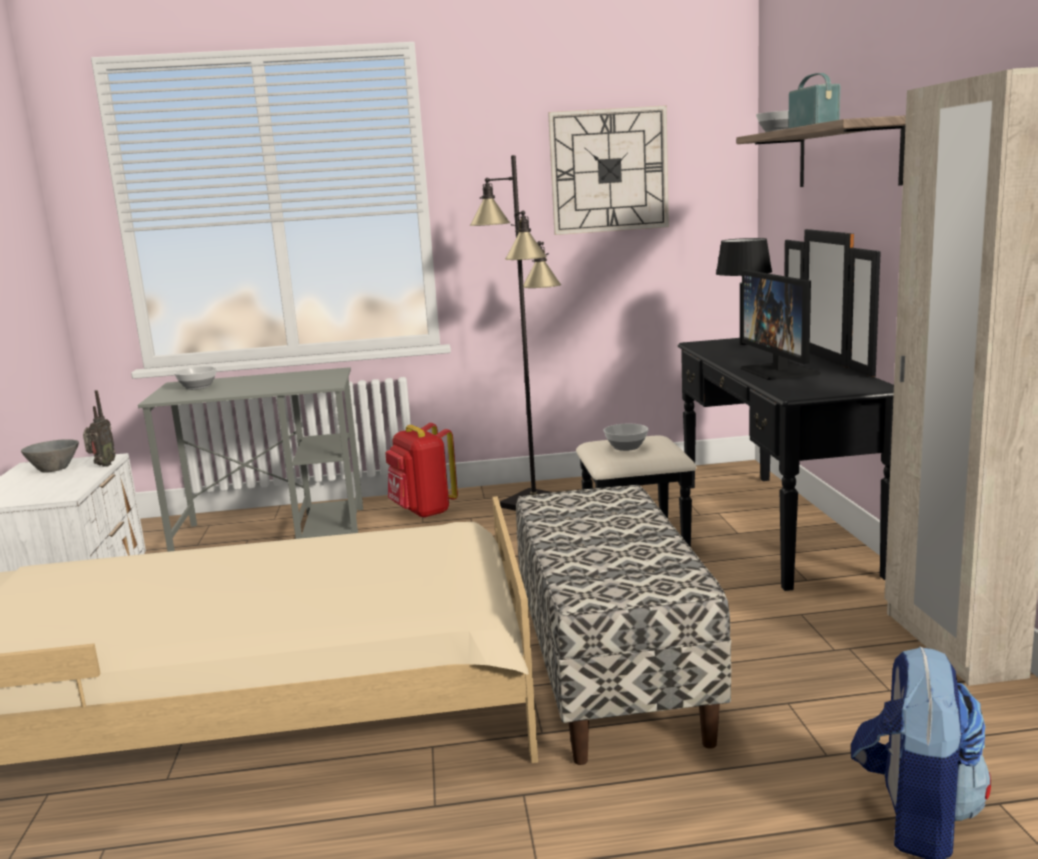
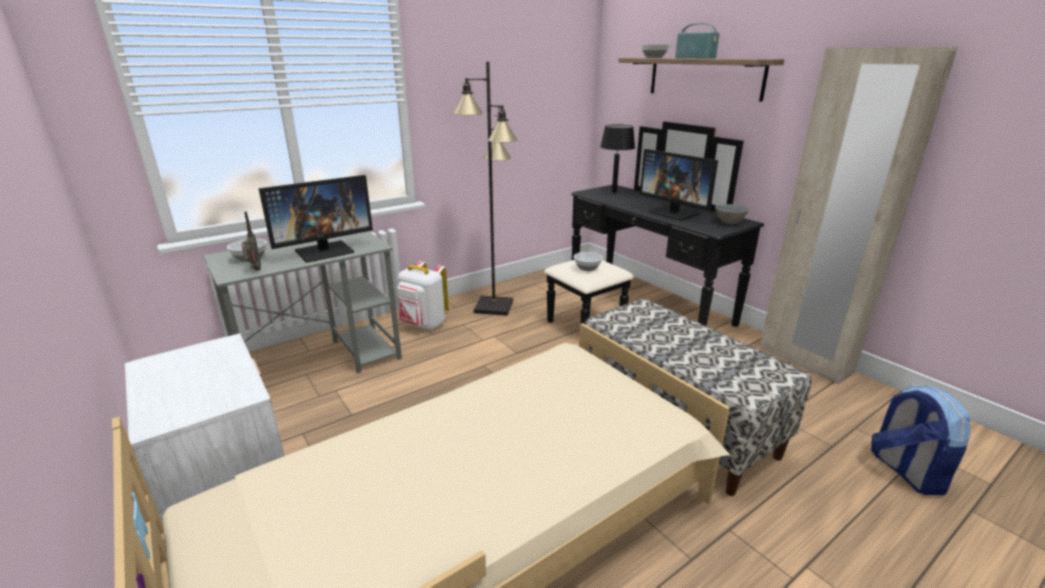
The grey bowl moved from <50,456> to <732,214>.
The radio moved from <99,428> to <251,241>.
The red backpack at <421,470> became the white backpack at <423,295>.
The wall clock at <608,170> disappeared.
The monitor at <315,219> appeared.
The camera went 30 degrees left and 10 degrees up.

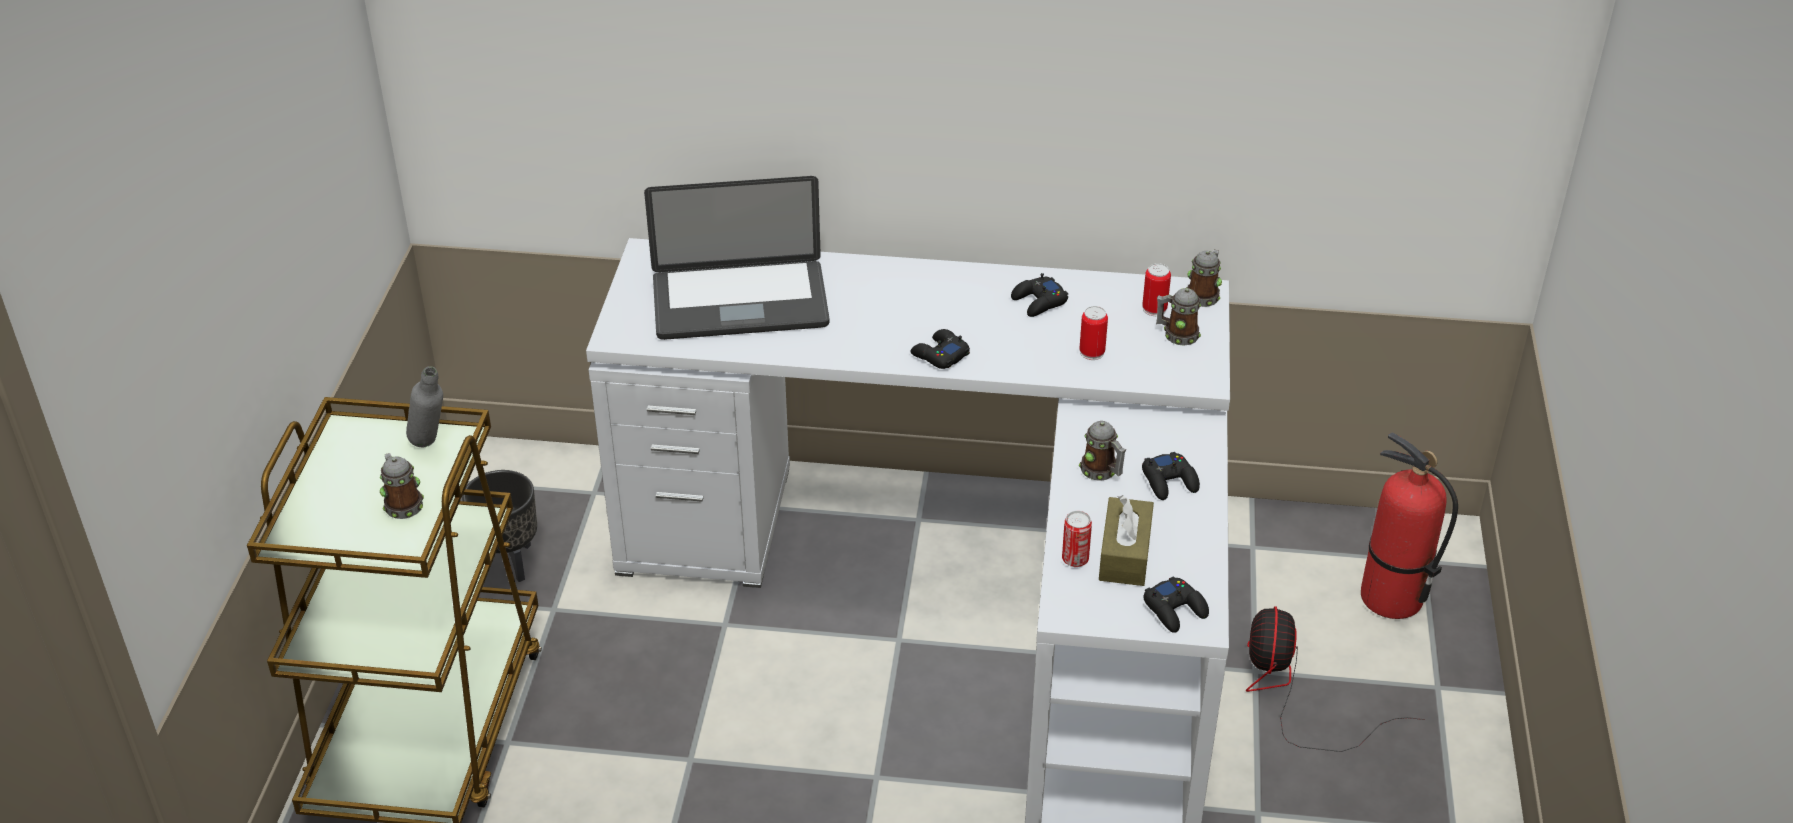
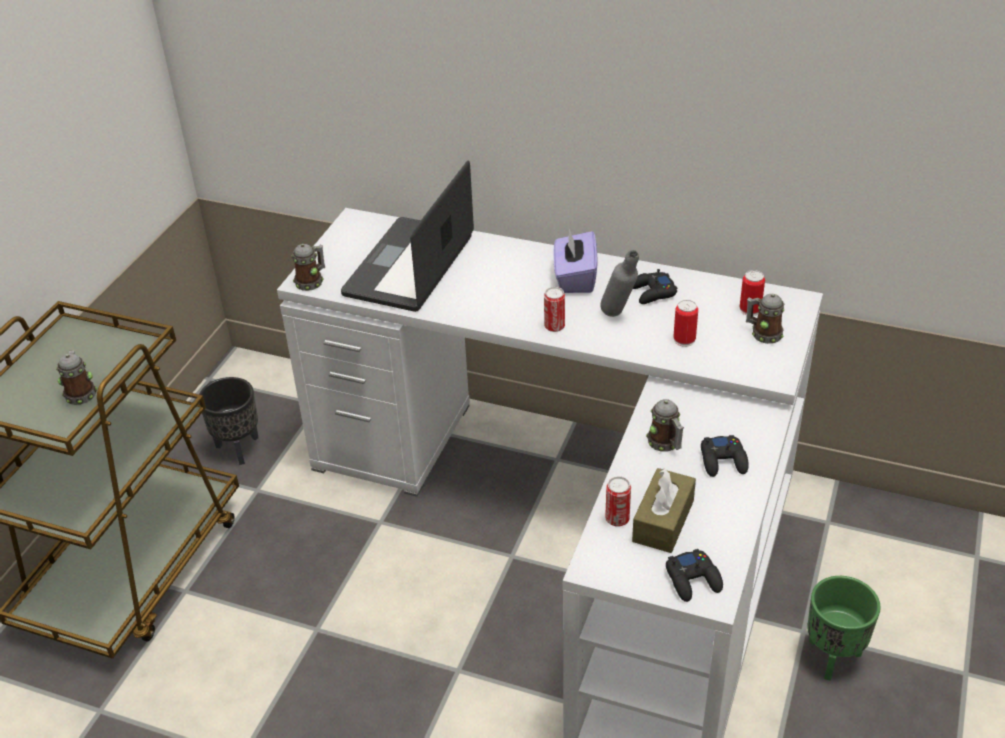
The grey bottle moved from <424,406> to <619,283>.
The laptop at <737,258> turned 105 degrees clockwise.
The black game controller at <940,349> was replaced by the can at <554,309>.
The mug moved from <1204,278> to <308,267>.
The fan at <1335,679> was replaced by the green planter at <844,628>.
The fire extinguisher at <1409,525> disappeared.
The purple tissue box at <575,261> appeared.
The camera went 15 degrees right and 0 degrees up.

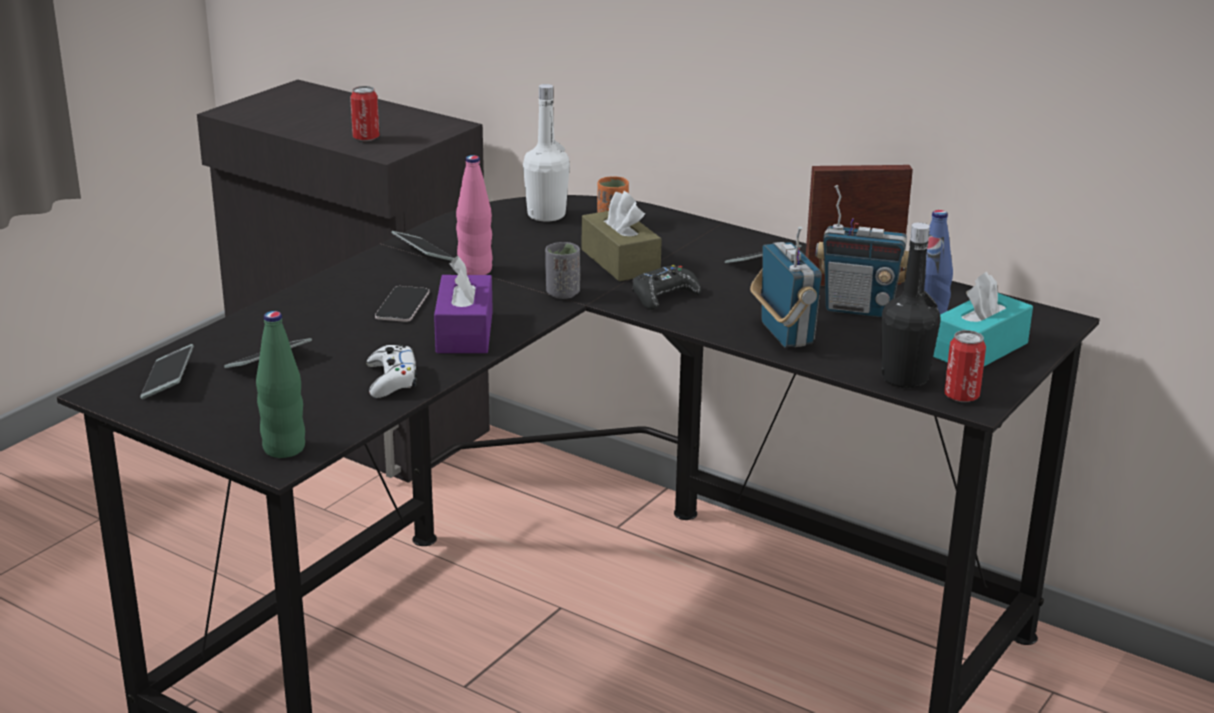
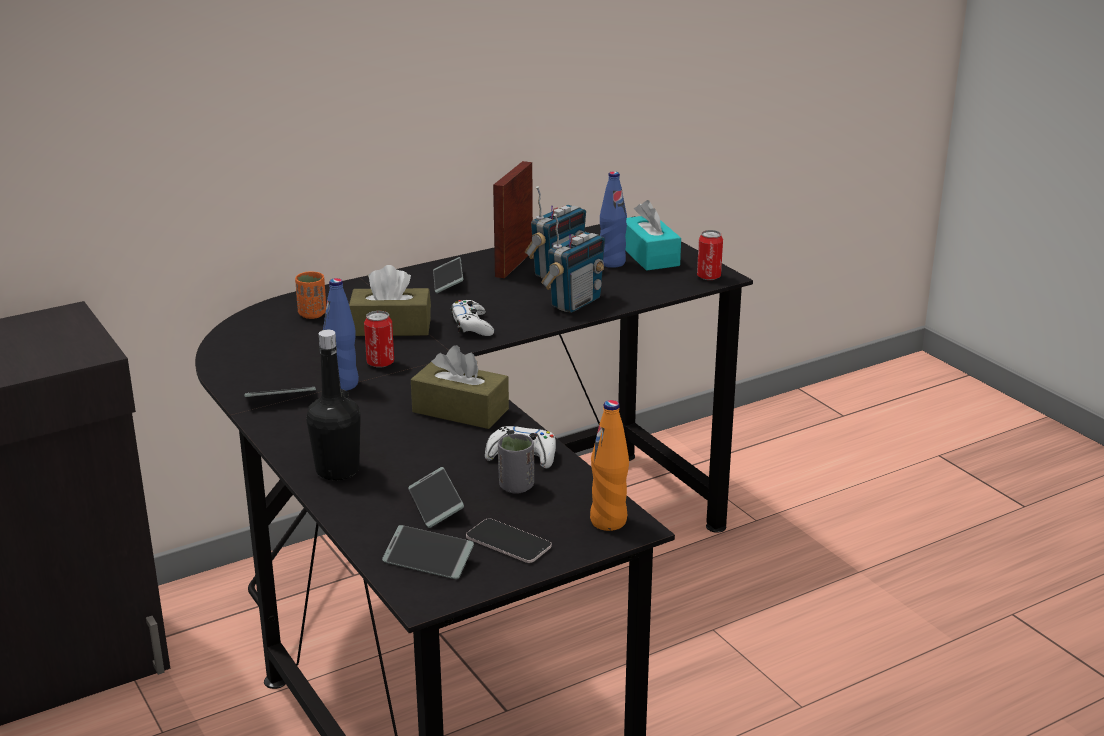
The green bottle at <280,384> became the orange bottle at <609,465>.
The can moved from <364,113> to <379,339>.
The phone moved from <402,304> to <509,540>.
The purple tissue box at <463,304> became the brown tissue box at <460,387>.
The pink bottle at <474,215> became the blue bottle at <341,334>.
The white bottle at <546,153> disappeared.
The grey cup moved from <562,270> to <516,464>.
The black game controller at <666,287> became the white game controller at <472,318>.
The radio at <786,286> turned 120 degrees clockwise.
The black bottle moved from <911,305> to <333,405>.
The camera went 65 degrees left and 0 degrees up.

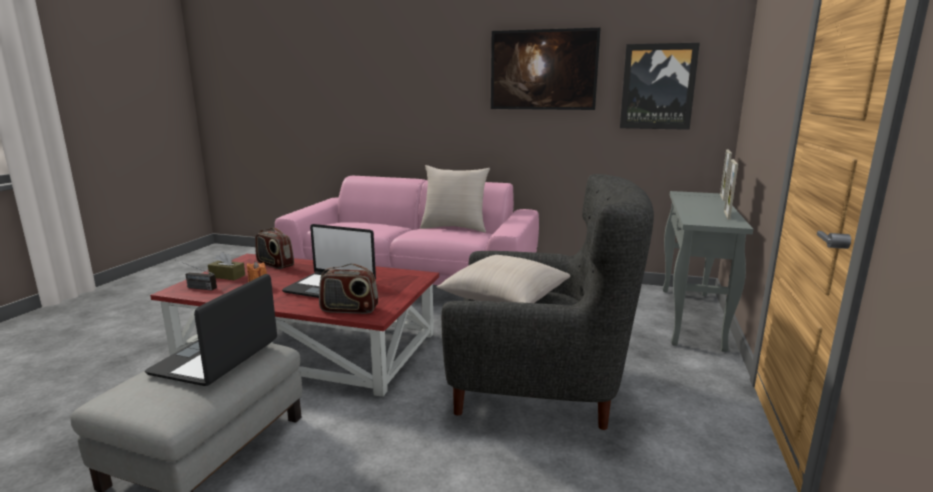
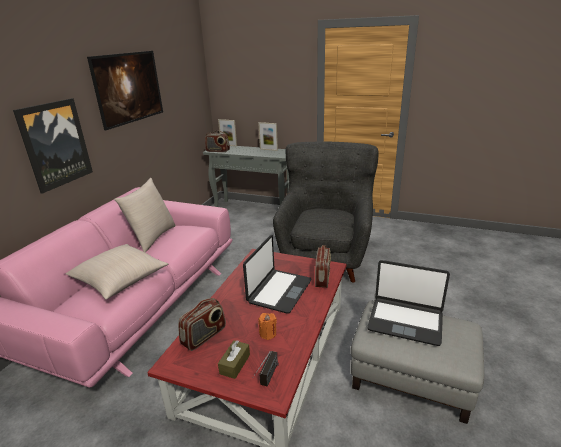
The beige pillow moved from <503,279> to <117,271>.
The picture moved from <660,86> to <53,146>.
The radio at <217,141> appeared.
The camera went 85 degrees left and 10 degrees up.

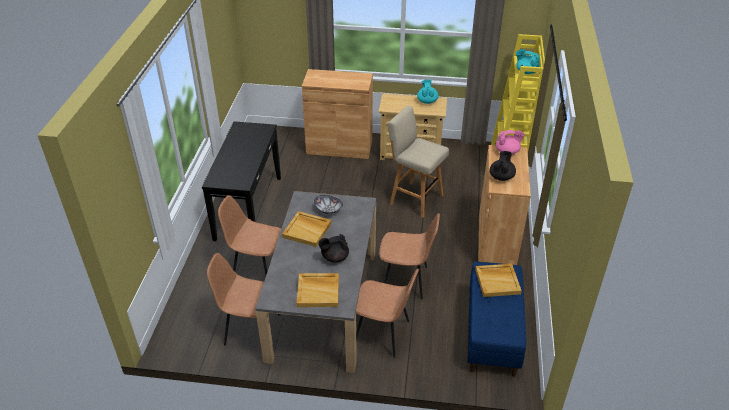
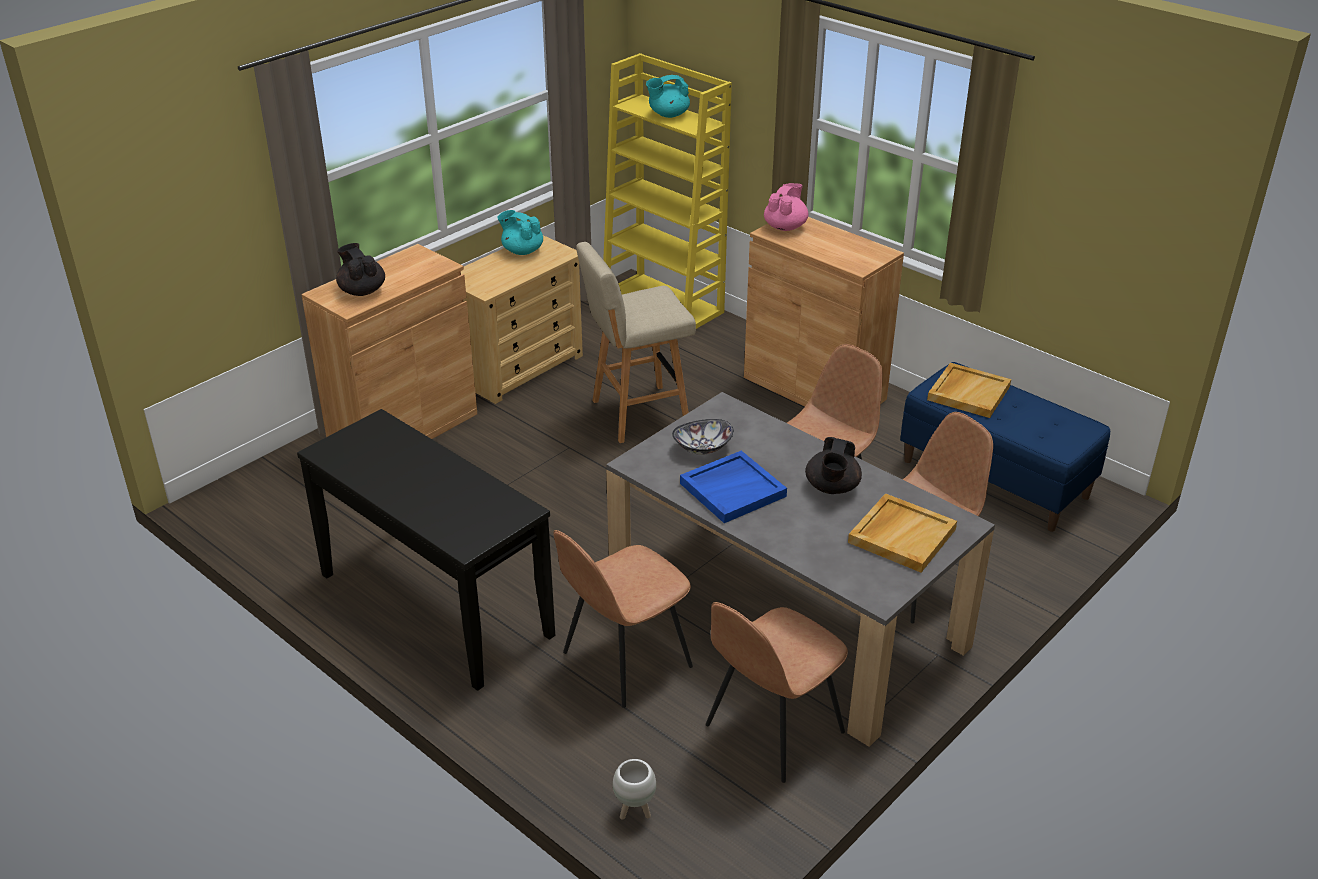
The beige tray at <306,229> became the blue tray at <733,487>.
The black teapot moved from <502,166> to <360,269>.
The white planter at <634,789> appeared.
The camera went 55 degrees left and 5 degrees down.

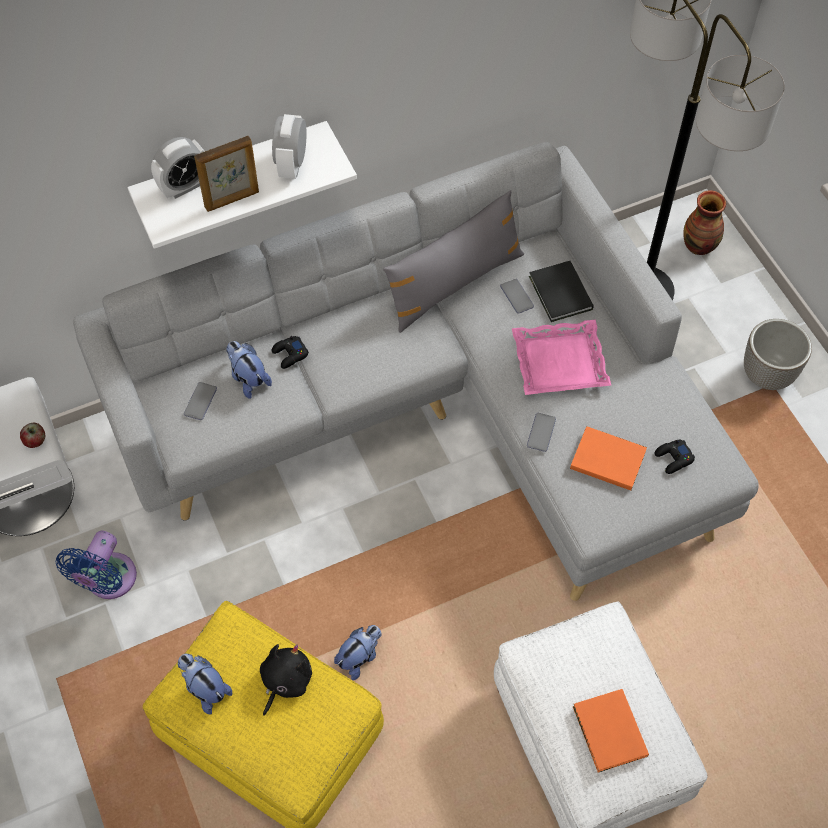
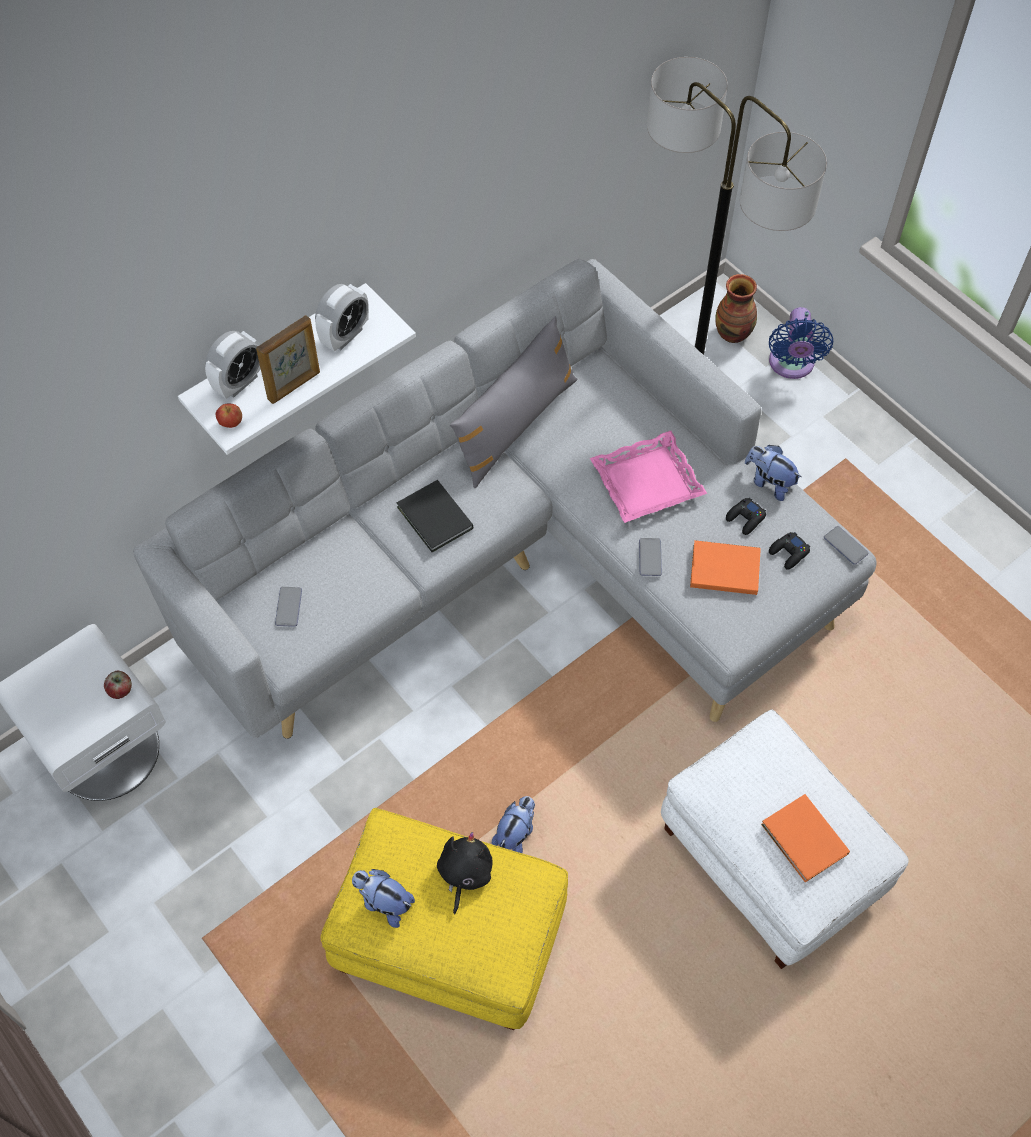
The blue fan moved from <96,565> to <801,343>.
The plush toy moved from <249,370> to <773,473>.
The alarm clock at <289,146> turned 135 degrees counterclockwise.
The black game controller moved from <290,352> to <746,516>.
The phone moved from <517,296> to <846,545>.
The black book moved from <561,291> to <435,516>.
The planter at <778,354> disappeared.
The apple at <229,415> appeared.
The camera went 15 degrees left and 0 degrees up.

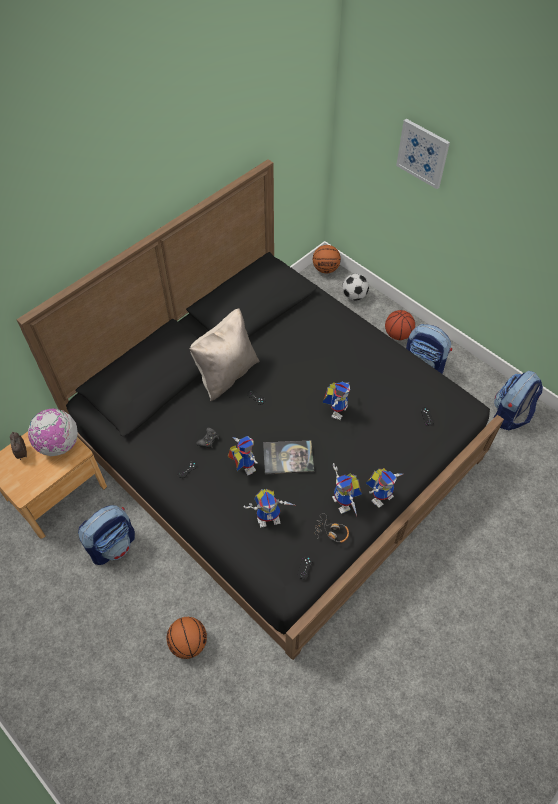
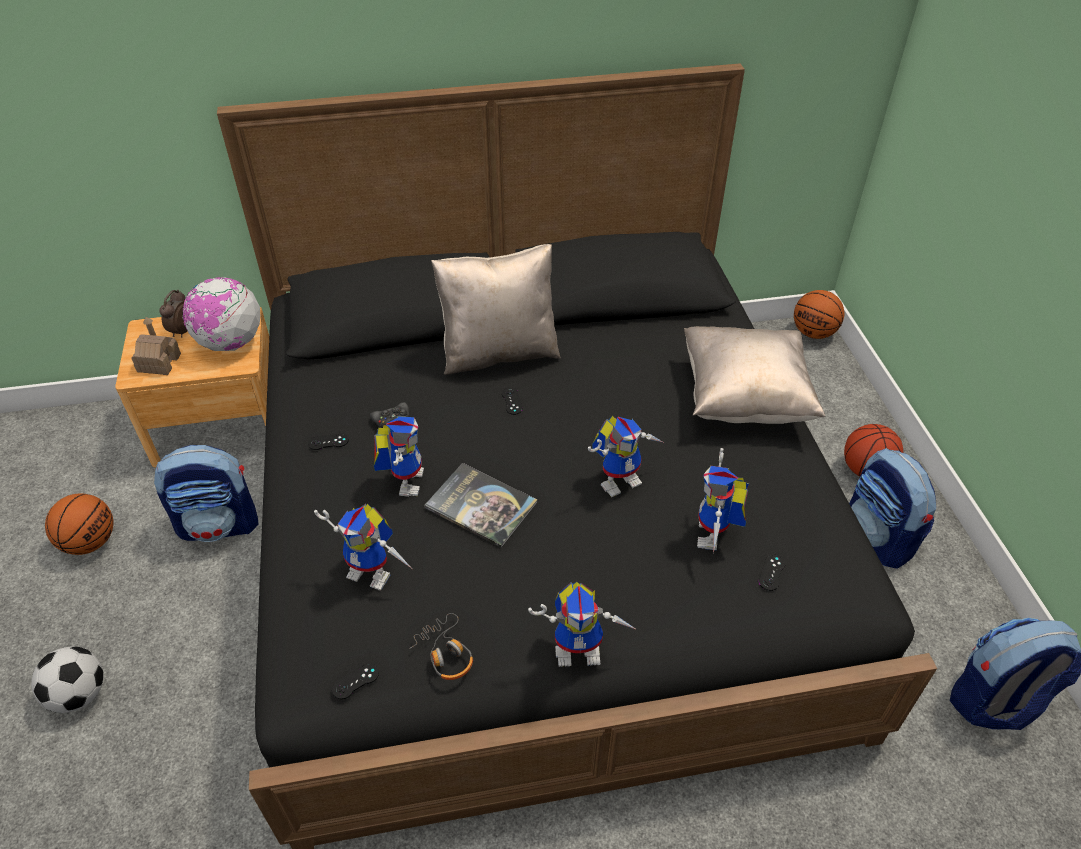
The basketball moved from <187,638> to <79,524>.
The toy robot moved from <347,489> to <723,500>.
The football moved from <355,287> to <67,679>.
The picture at <423,154> disappeared.
The toy house at <156,346> appeared.
The beige pillow at <755,375> appeared.
The camera went 35 degrees right and 10 degrees down.

